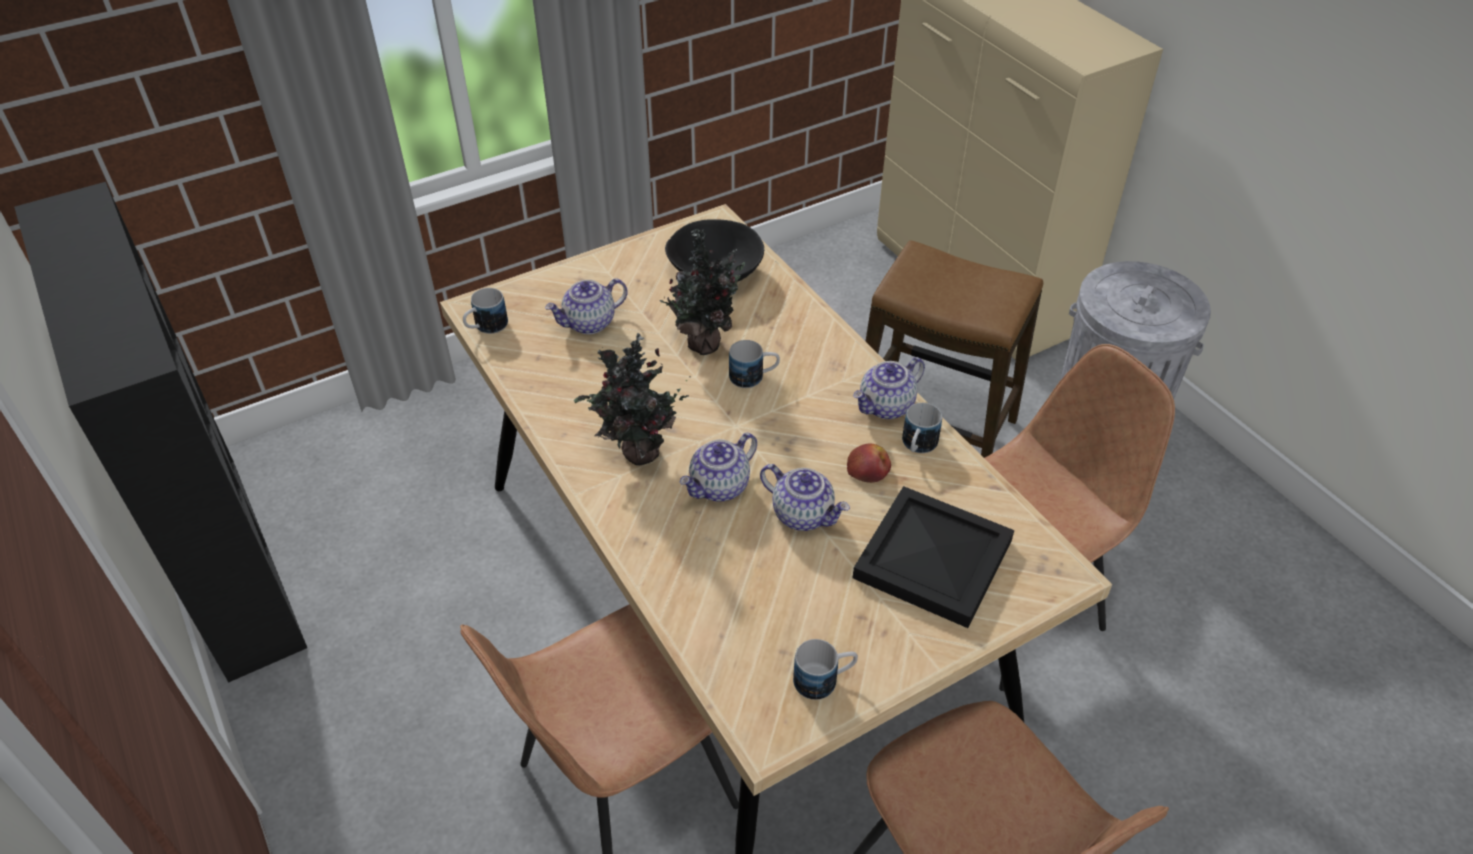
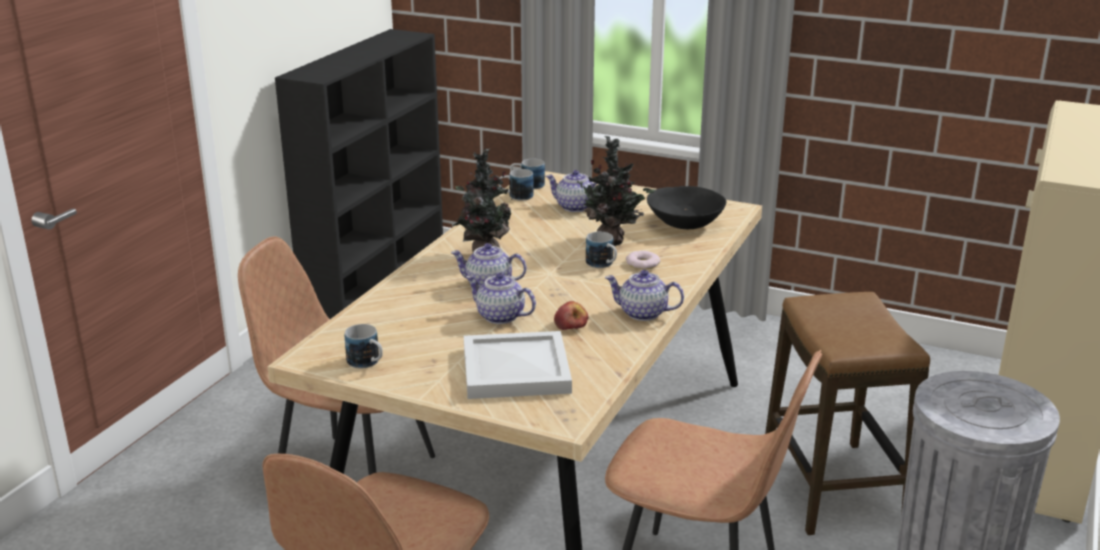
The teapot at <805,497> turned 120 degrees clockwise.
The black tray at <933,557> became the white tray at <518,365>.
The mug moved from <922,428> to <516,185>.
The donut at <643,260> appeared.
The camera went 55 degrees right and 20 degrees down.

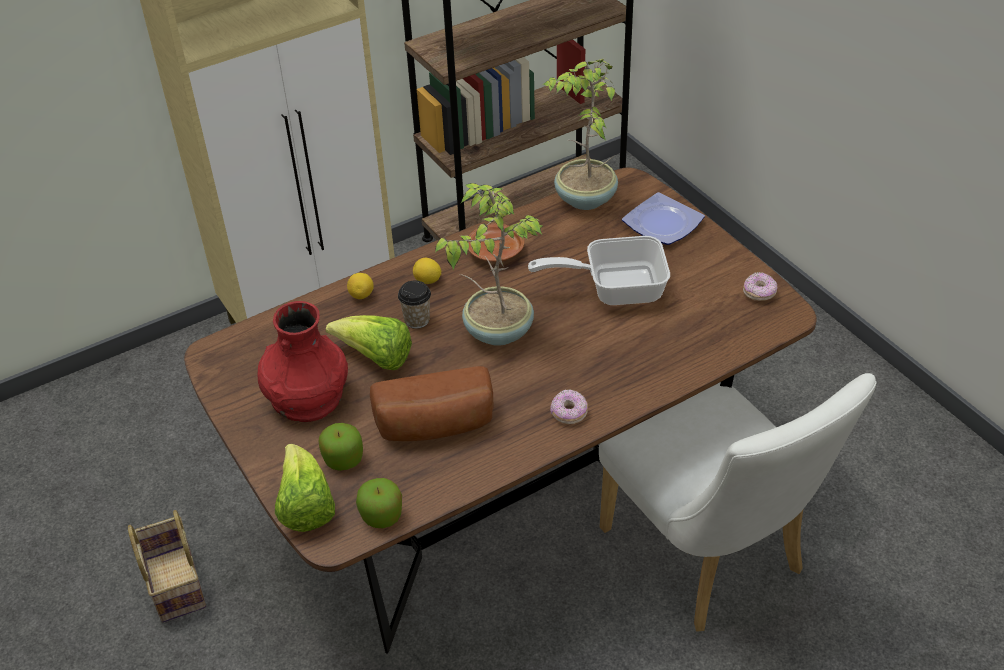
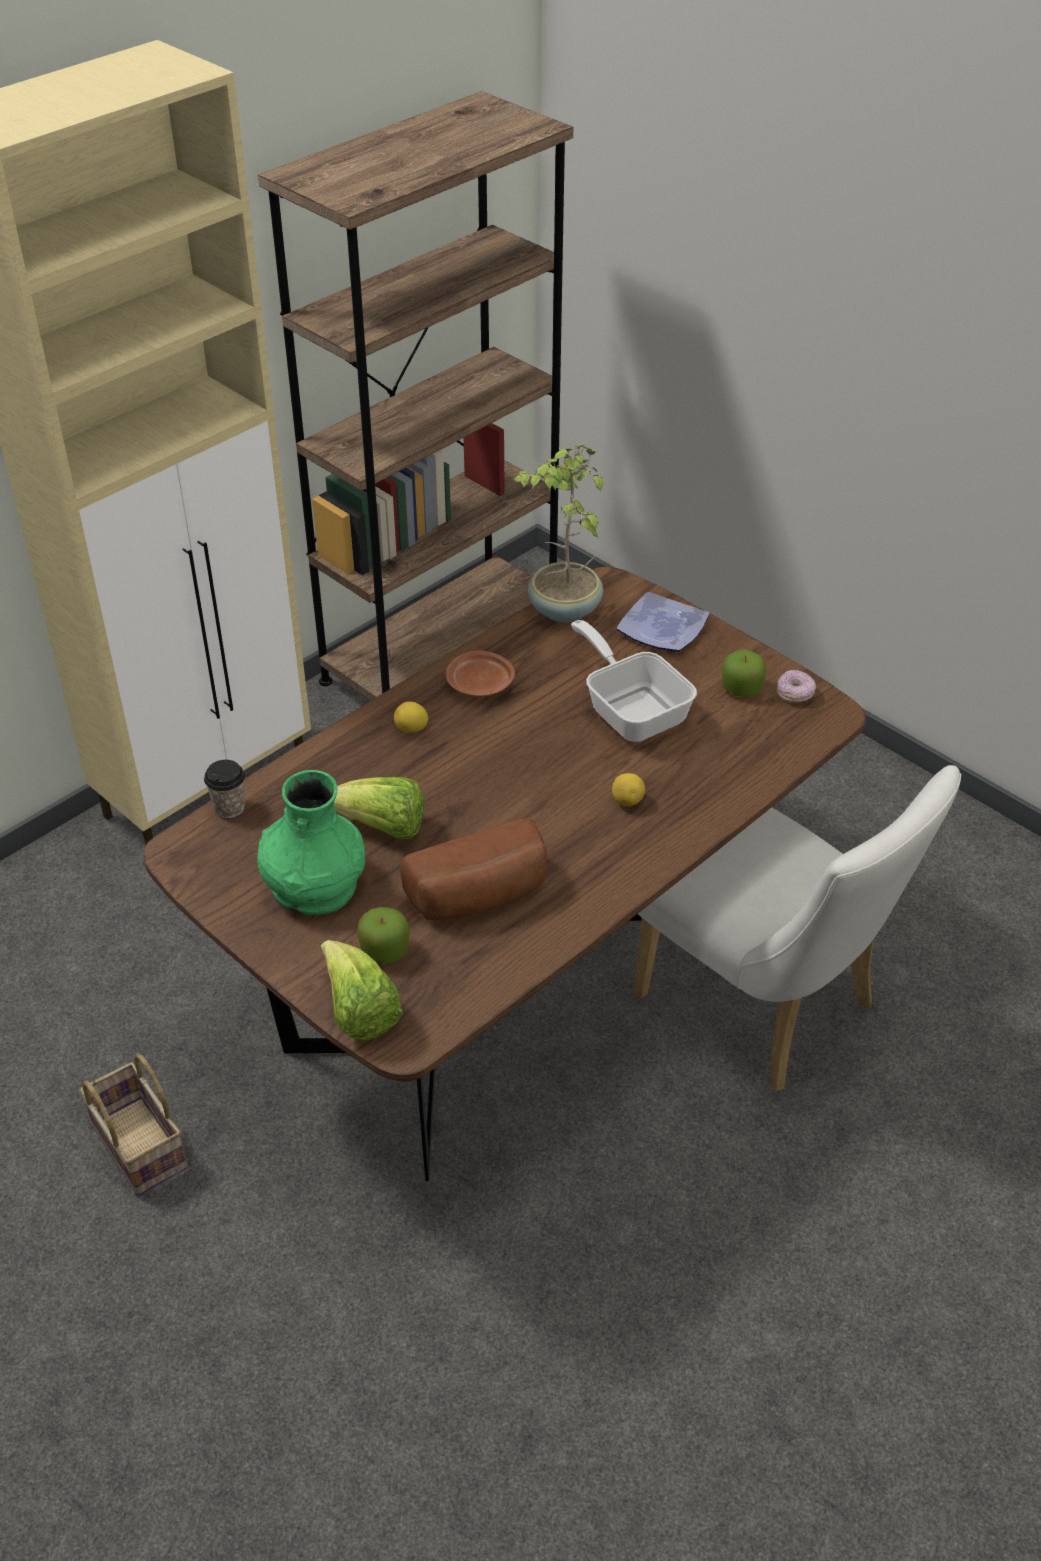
The red vase at <303,361> became the green vase at <311,842>.
The lemon moved from <360,286> to <628,789>.
The apple moved from <379,503> to <744,673>.
The cup moved from <414,304> to <224,789>.
The potted plant at <489,264> disappeared.
The frying pan at <599,270> turned 75 degrees clockwise.
The donut at <569,407> disappeared.
The camera went 15 degrees left and 0 degrees up.

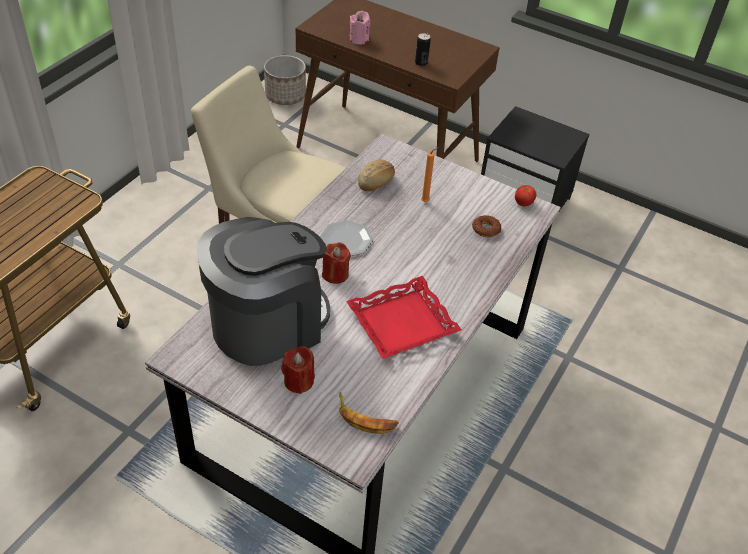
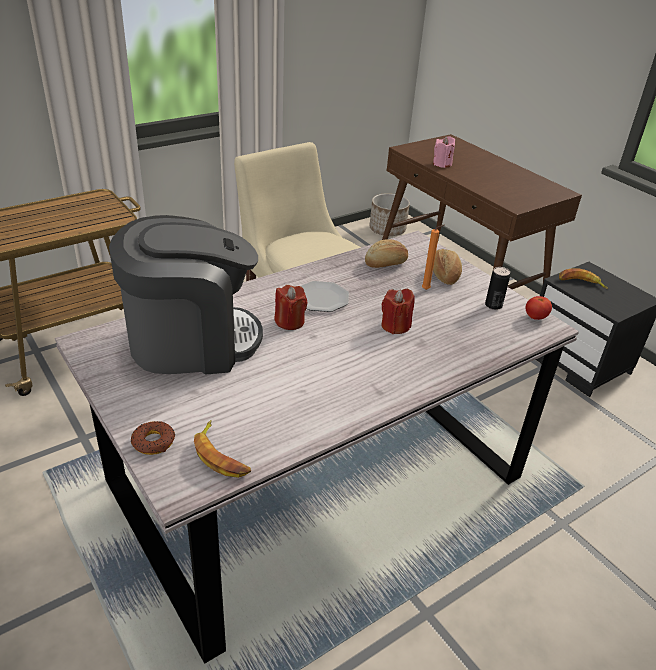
The red candle moved from <298,370> to <398,311>.
The red tray at <404,317> disappeared.
The can moved from <423,49> to <497,288>.
The donut moved from <486,226> to <153,438>.
The bread at <447,267> appeared.
The banana at <583,278> appeared.
The camera went 25 degrees right and 10 degrees down.

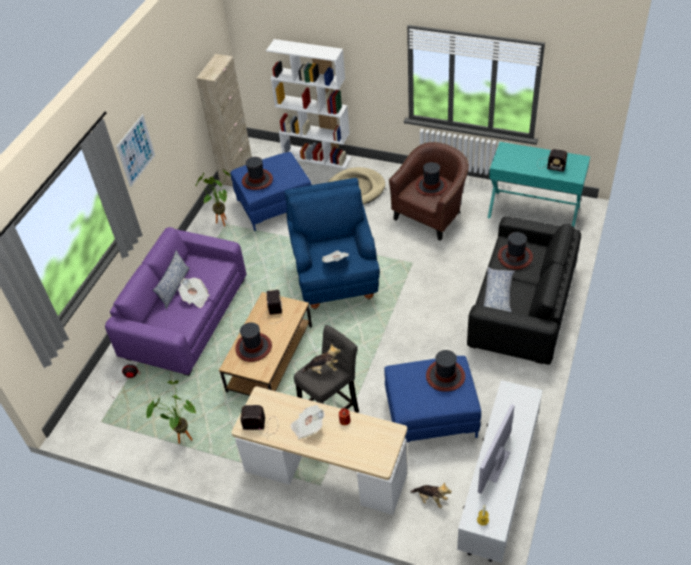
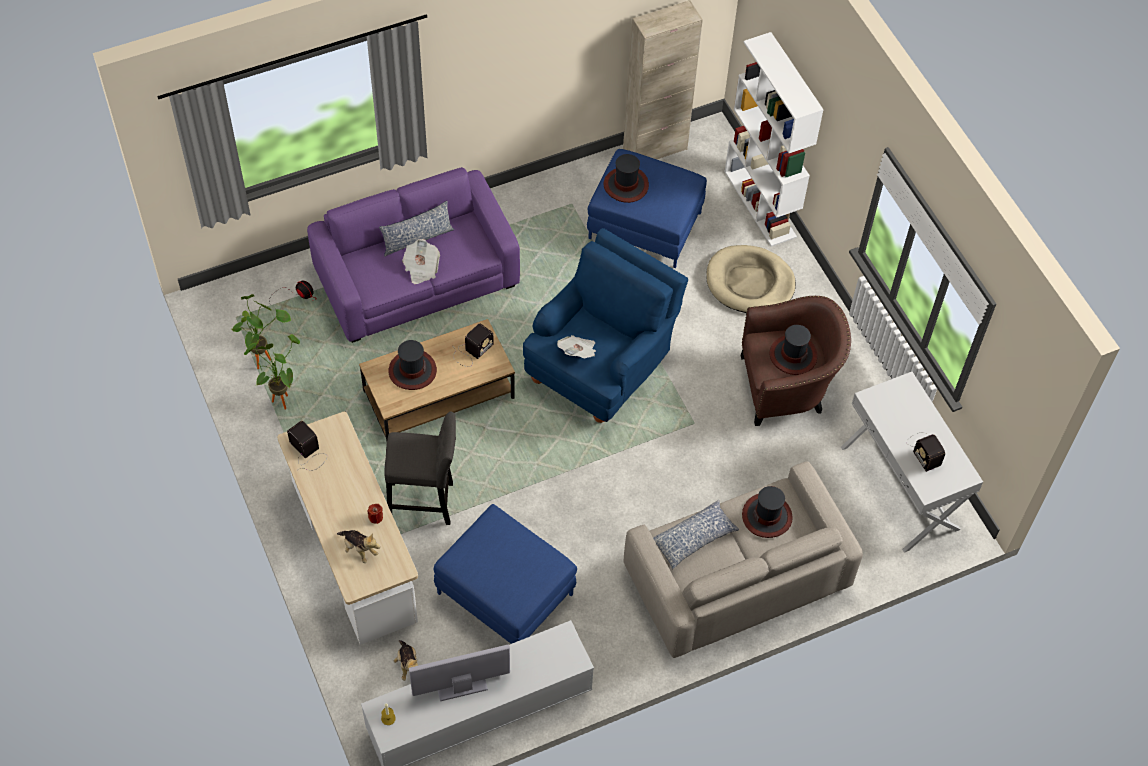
The picture at <135,150> disappeared.
The potted plant moved from <213,197> to <261,331>.
The newspaper at <307,422> disappeared.
The plush toy moved from <321,359> to <358,546>.
The hat at <445,371> disappeared.
The black sofa at <524,291> became the beige sofa at <743,559>.
The turquoise console table at <539,184> became the white console table at <912,462>.
The camera went 40 degrees right and 10 degrees up.

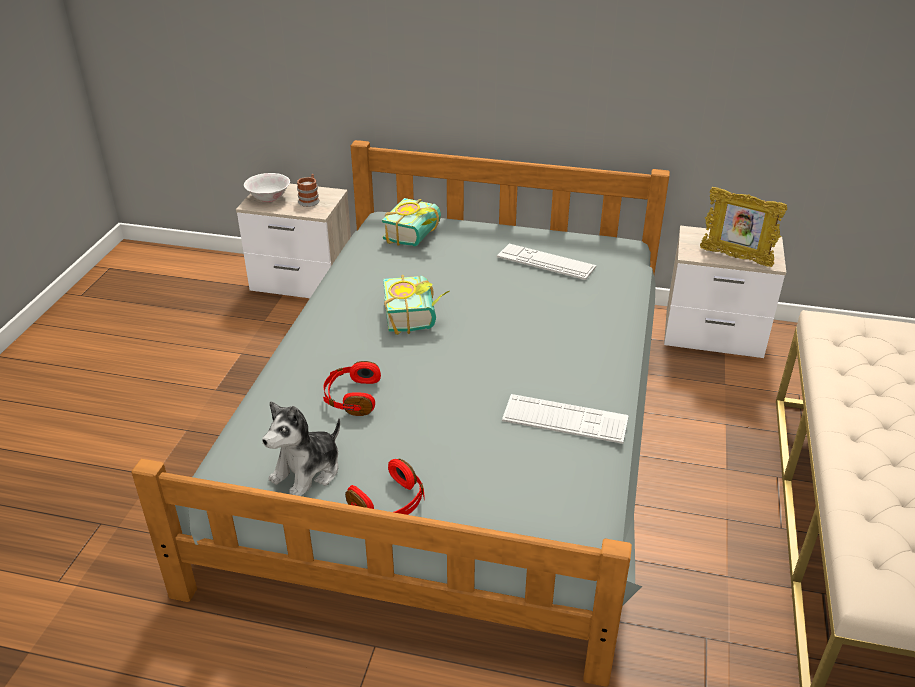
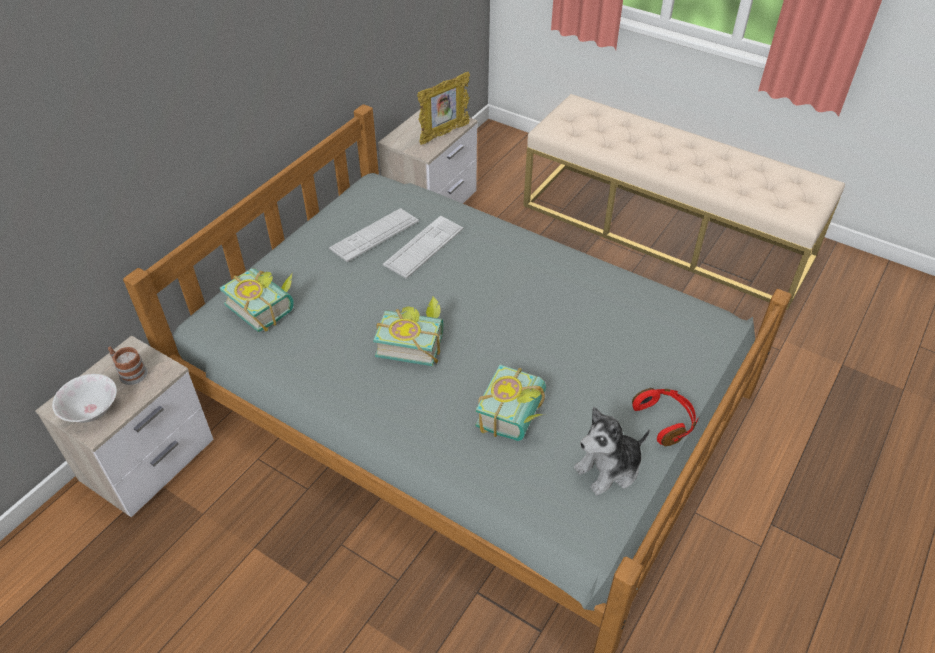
The plush toy at <301,448> turned 90 degrees clockwise.
The red headphones at <352,388> was replaced by the book at <512,403>.
The keyboard moved from <565,419> to <423,247>.
The camera went 70 degrees left and 10 degrees up.

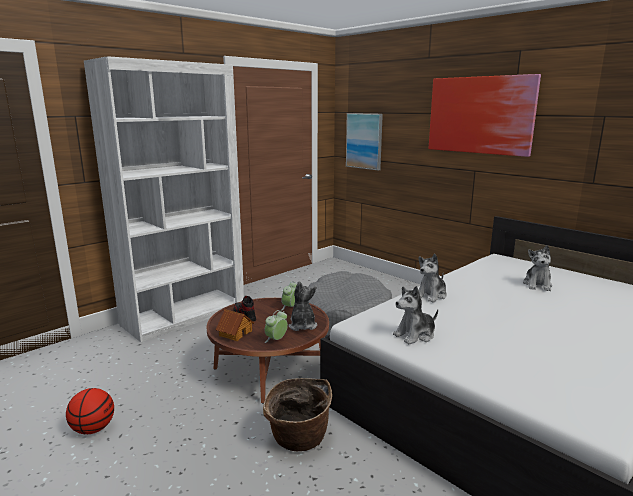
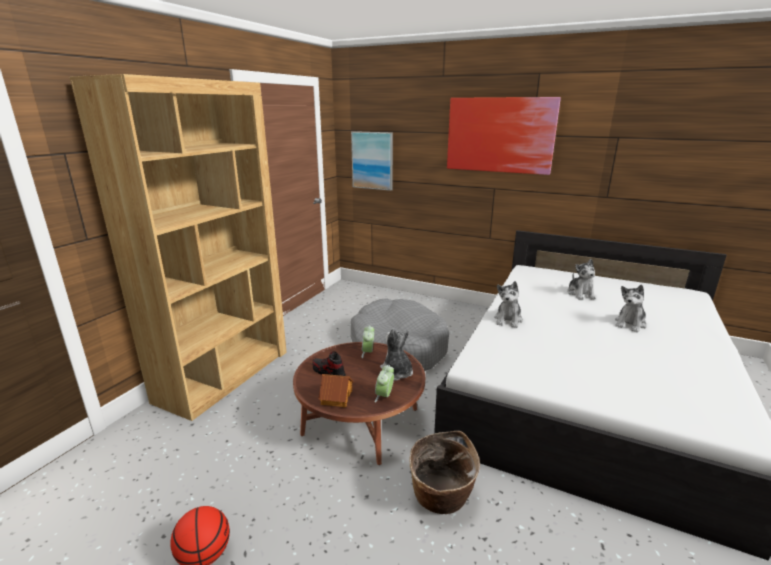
The white bookcase at <164,199> became the brown bookcase at <178,247>.
The plush toy moved from <415,315> to <631,308>.
The camera went 20 degrees left and 5 degrees up.

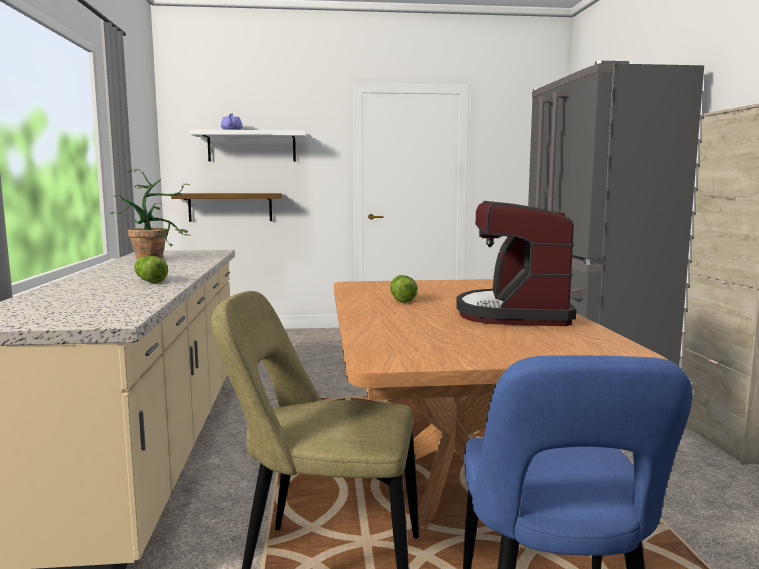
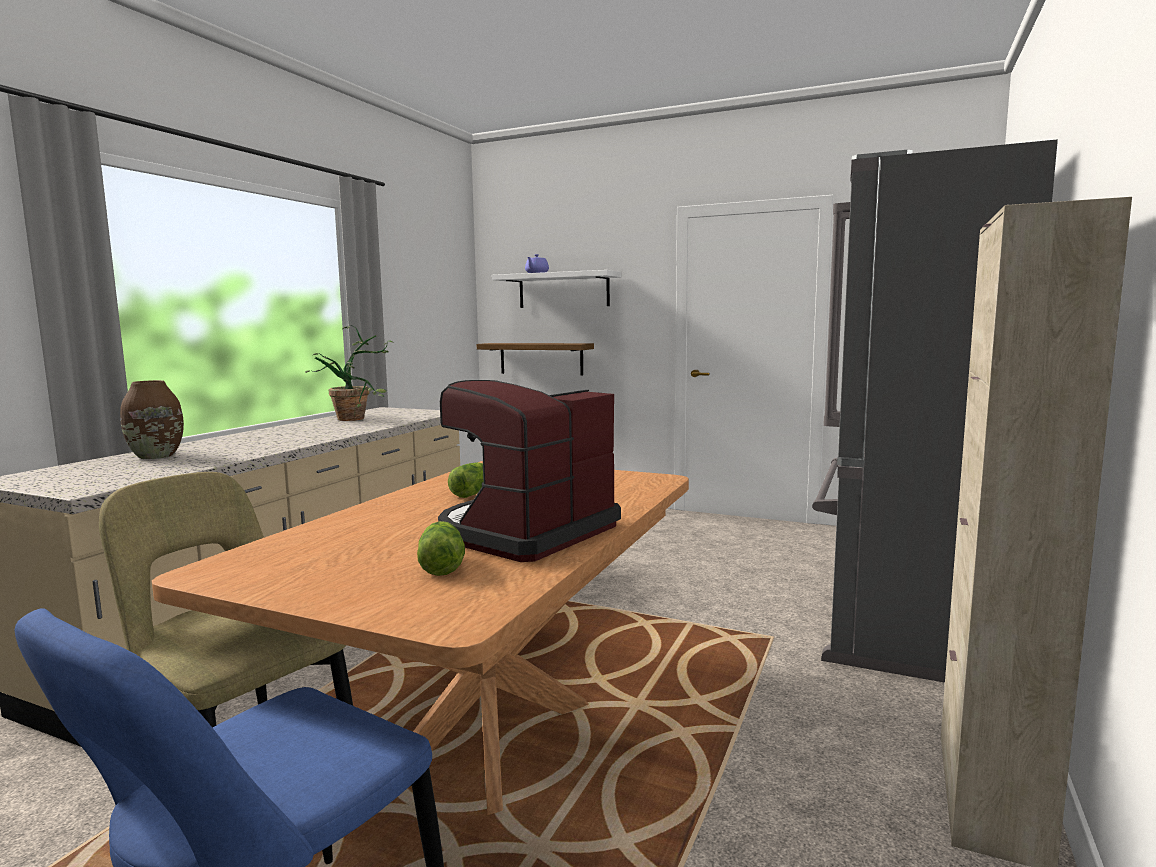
The lettuce moved from <151,269> to <441,548>.
The brown vase at <152,419> appeared.
The camera went 30 degrees right and 0 degrees up.

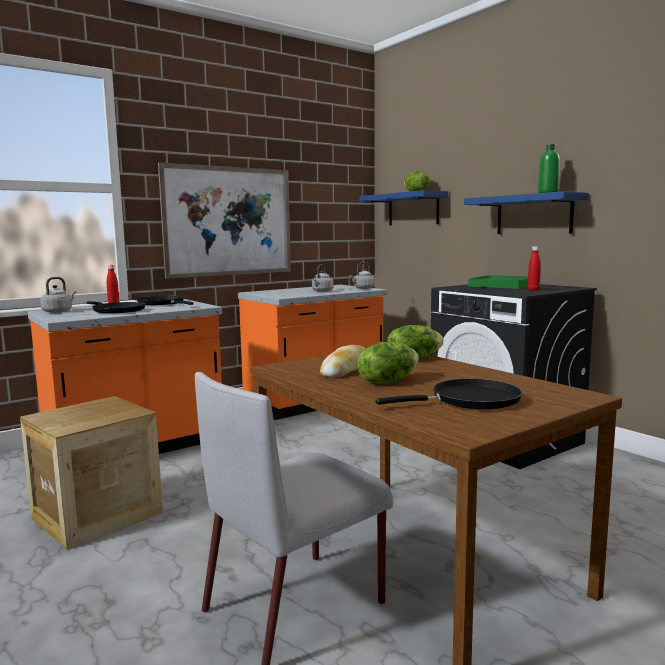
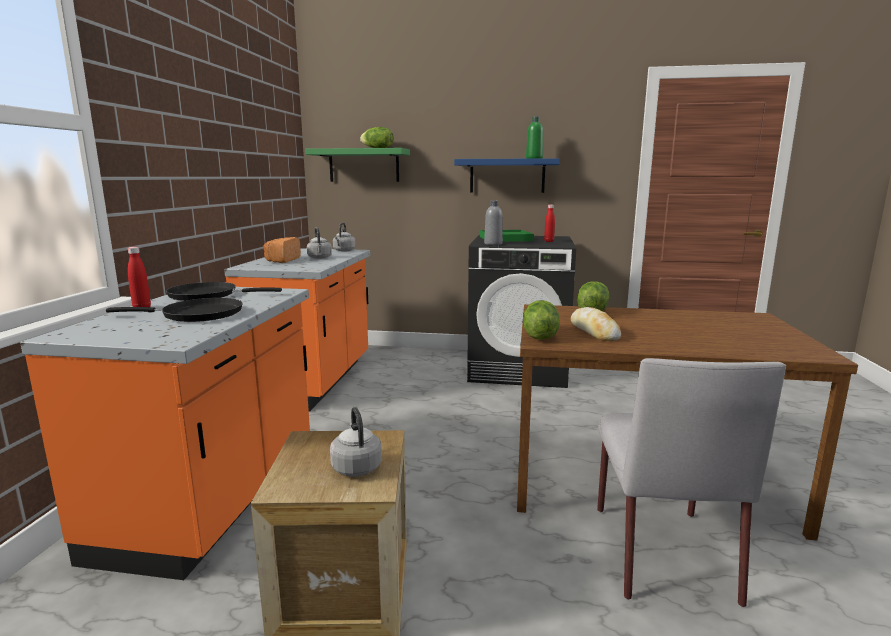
The grey kettle moved from <58,295> to <356,442>.
The picture at <224,220> disappeared.
The lettuce moved from <388,362> to <541,320>.
The blue shelf at <404,207> became the green shelf at <357,165>.
The black frying pan at <448,394> disappeared.
The bread at <282,250> appeared.
The grey bottle at <493,223> appeared.
The camera went 45 degrees left and 5 degrees up.

